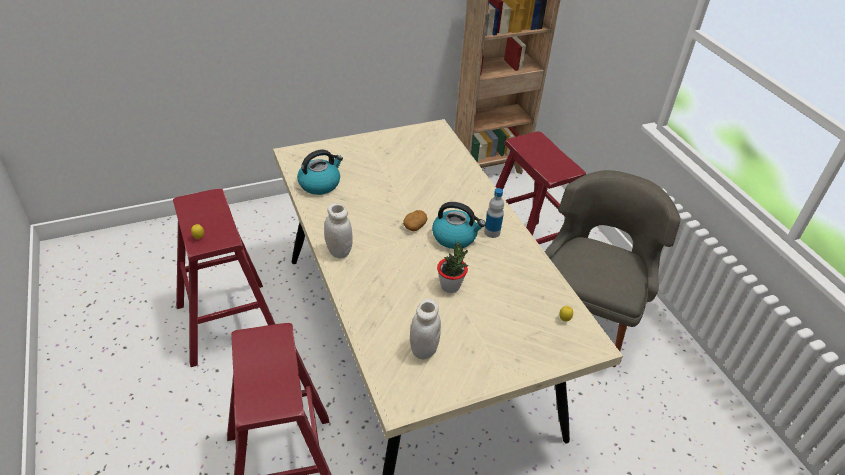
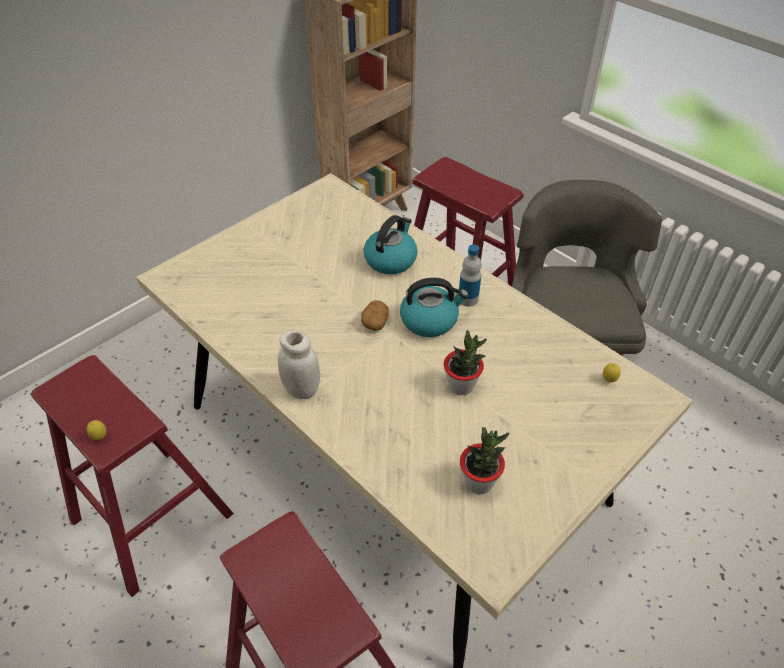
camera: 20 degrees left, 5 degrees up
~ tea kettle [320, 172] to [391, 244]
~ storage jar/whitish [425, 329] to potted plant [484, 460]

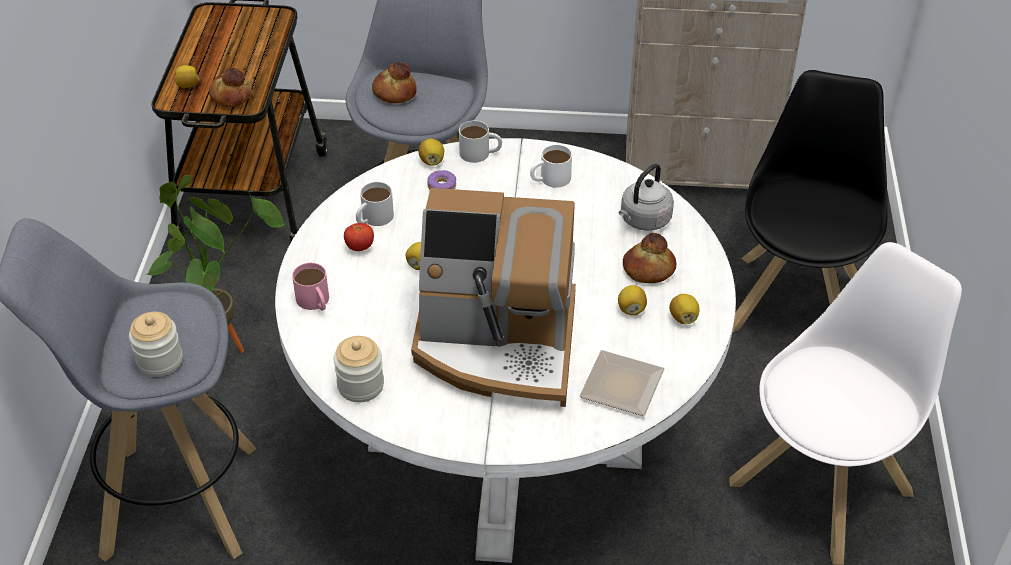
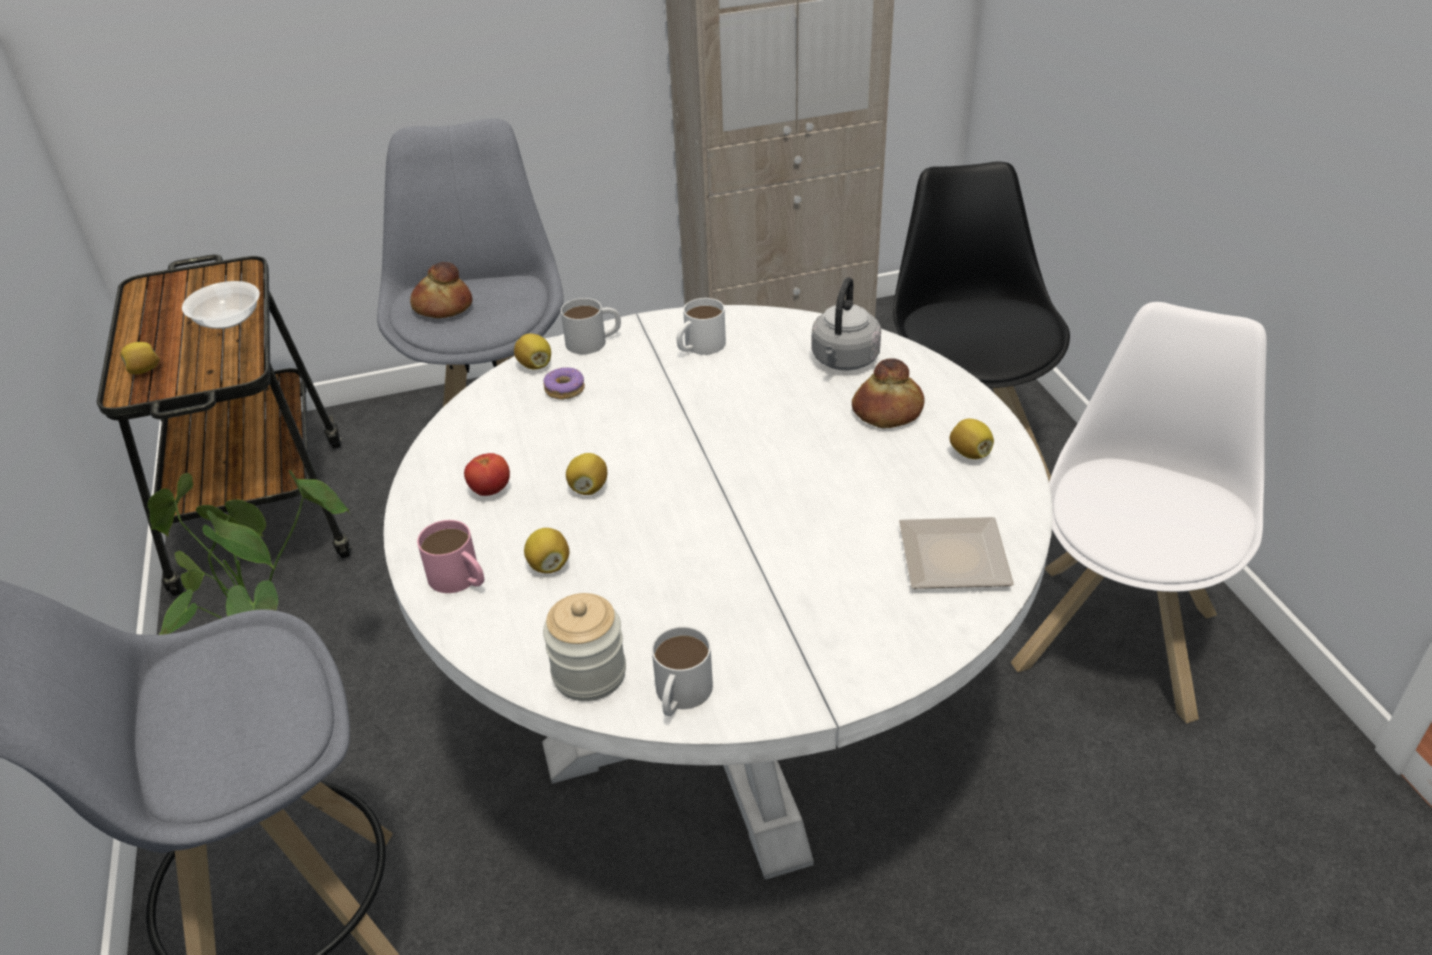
camera: 20 degrees left, 5 degrees down
- storage jar [156, 344]
- bakery bread [230, 87]
- coffee maker [493, 297]
+ deep dish [221, 305]
~ coffee mug/whitish [375, 204] to [682, 671]
~ whole lemon [632, 300] to [546, 550]

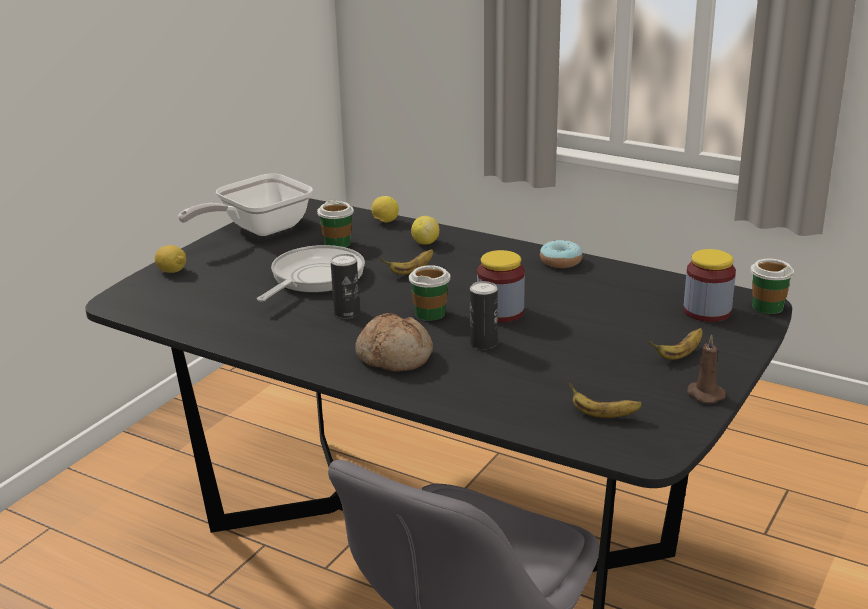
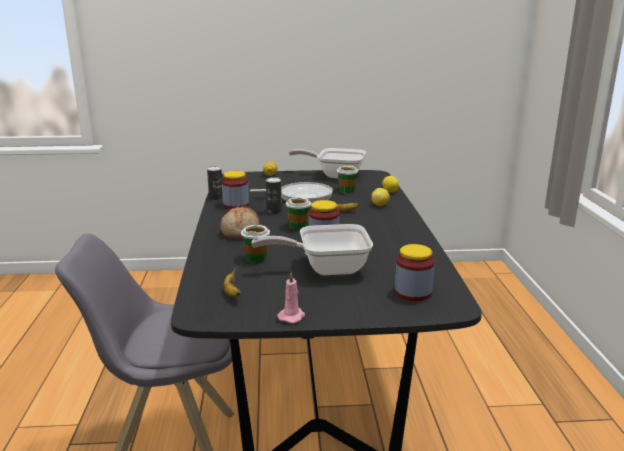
camera: 55 degrees right, 5 degrees down
- donut [561, 254]
- whole banana [675, 344]
+ storage jar [235, 190]
+ frying pan [312, 249]
~ metal can [484, 315] to [215, 183]
~ small cup [772, 286] to [255, 244]
~ wax candle/brownish [706, 368] to wax candle/pink [291, 297]

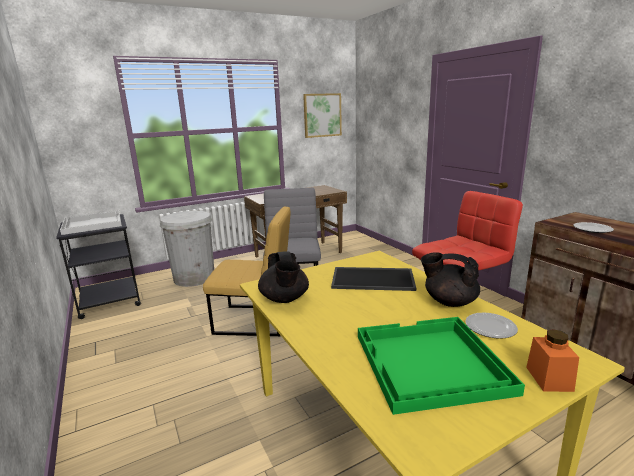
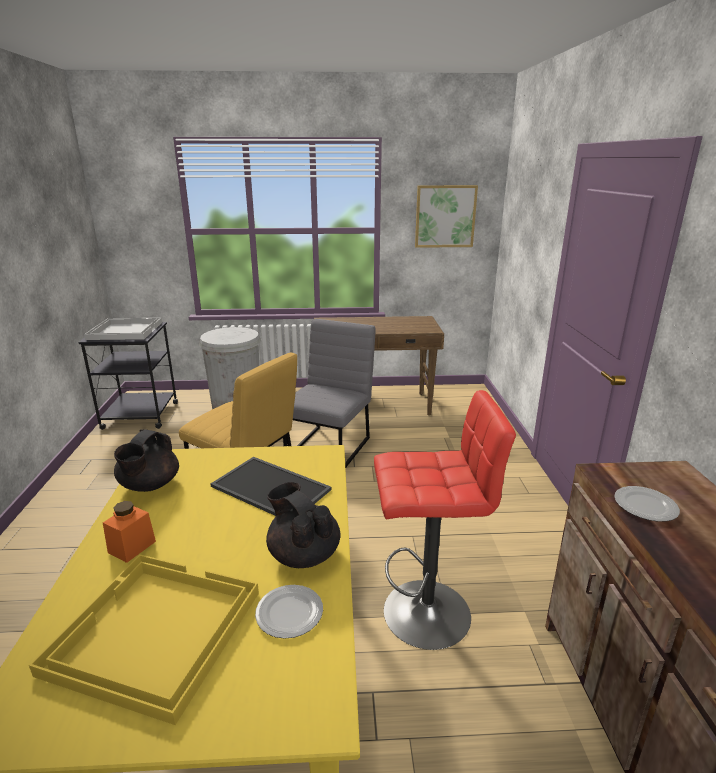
camera: 25 degrees right, 5 degrees up
~ storage jar/orange-coloured [552, 360] to [129, 532]
~ carrying tray/green [441, 366] to carrying tray/yellow-coloured [144, 639]

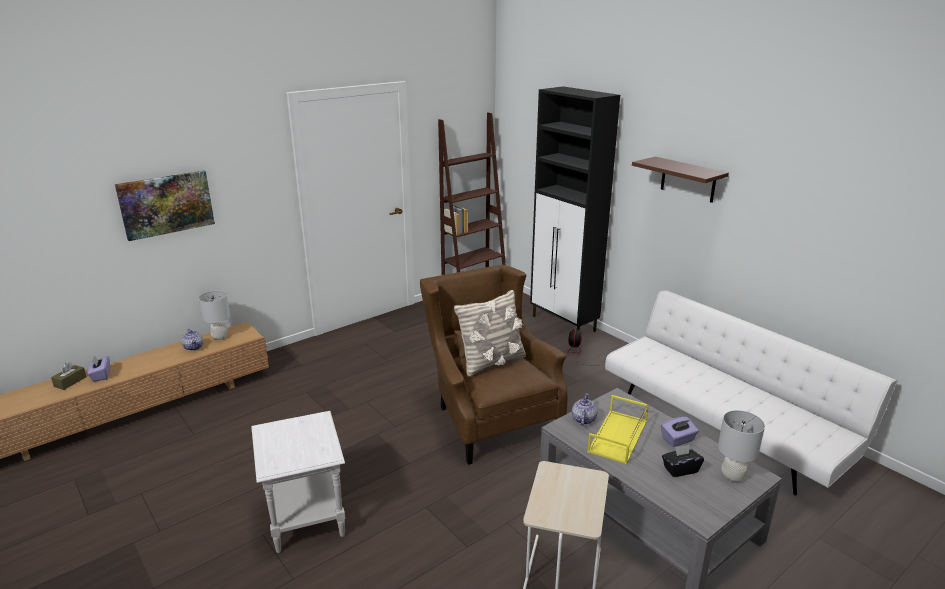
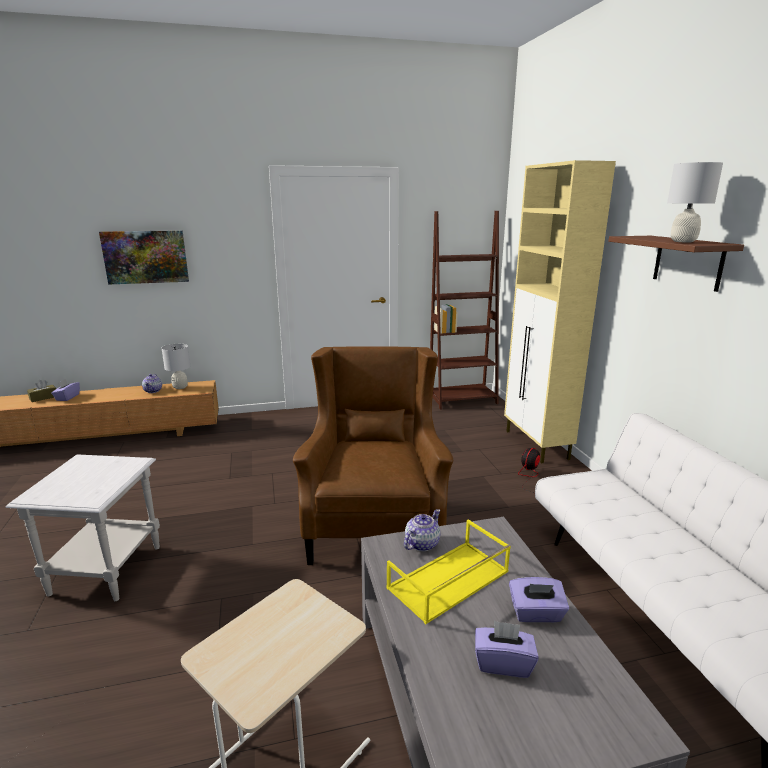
camera: 25 degrees right, 5 degrees down
- throw pillow/beige [490, 333]
~ table lamp/greyish [741, 446] to [695, 202]
~ cabinet/black [575, 209] to cabinet/beige [560, 312]
~ box of tissues/black [683, 461] to box of tissues/purple-coloured [506, 649]

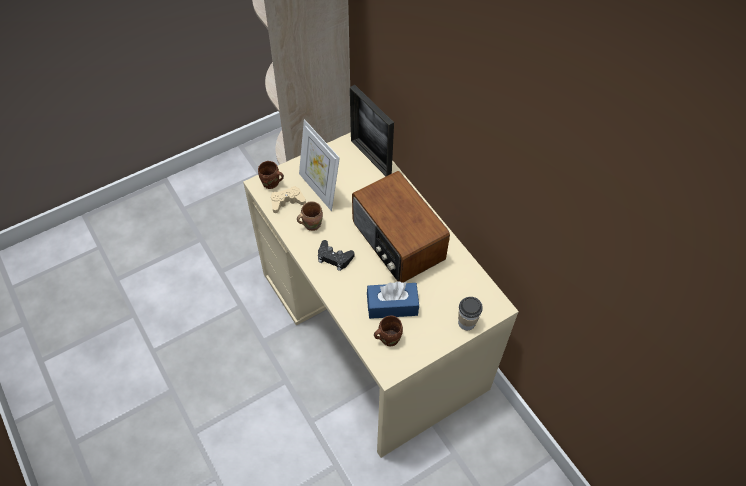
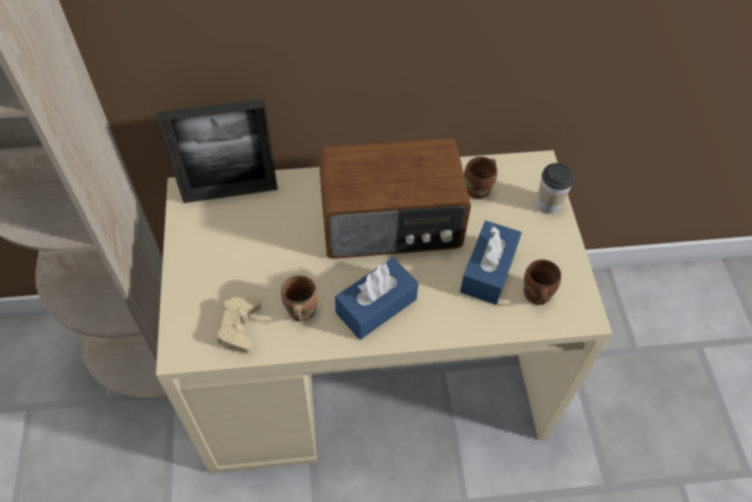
camera: 65 degrees left, 0 degrees up
- standing frame [319, 165]
~ coffee mug/brownish [271, 175] to [480, 178]
~ game controller/black [336, 255] to box of tissues/bluish [377, 298]

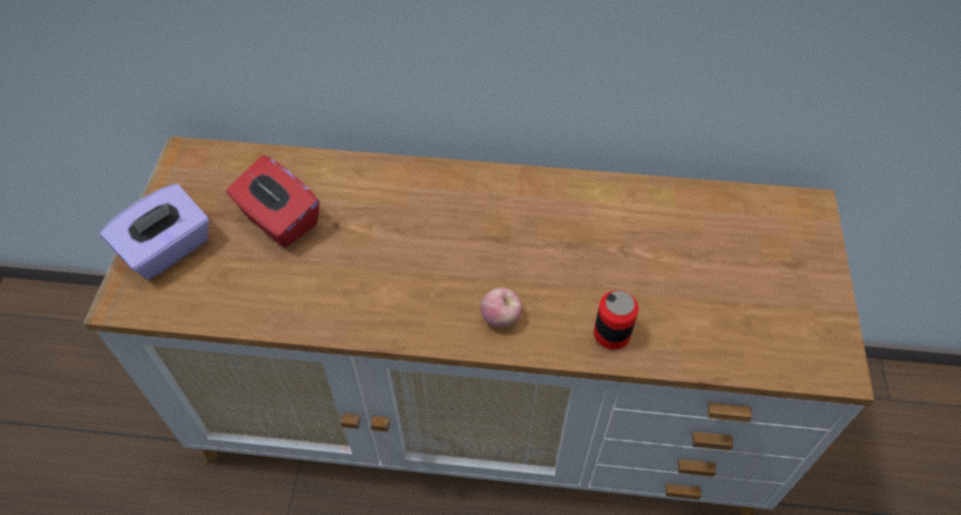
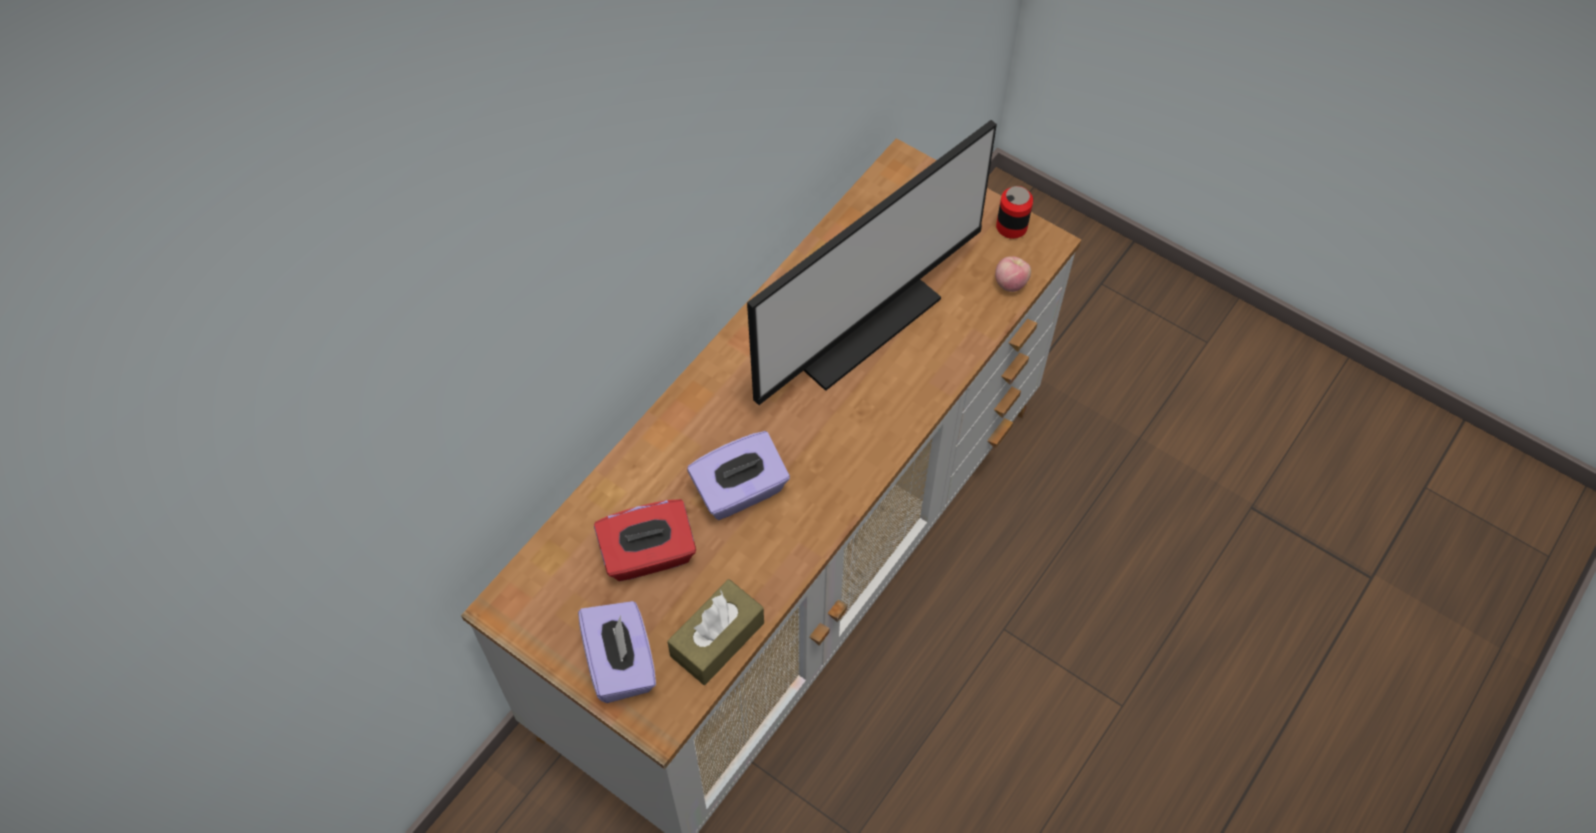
camera: 60 degrees left, 5 degrees up
+ box of tissues/brownish [715, 632]
+ box of tissues/purple-coloured [738, 475]
+ monitor [872, 262]
~ apple fruit [501, 307] to [1013, 274]
~ metal can [616, 320] to [1014, 212]

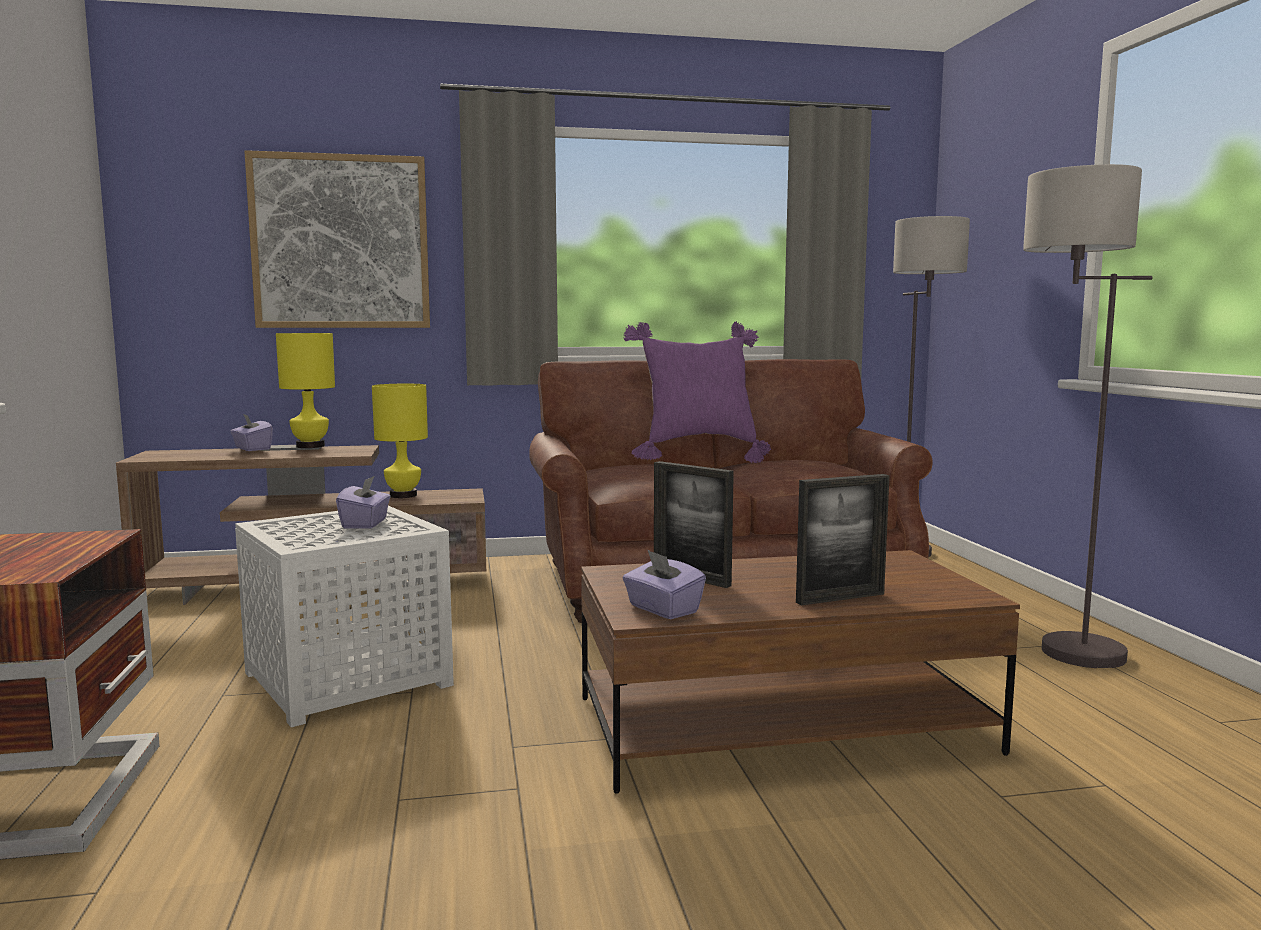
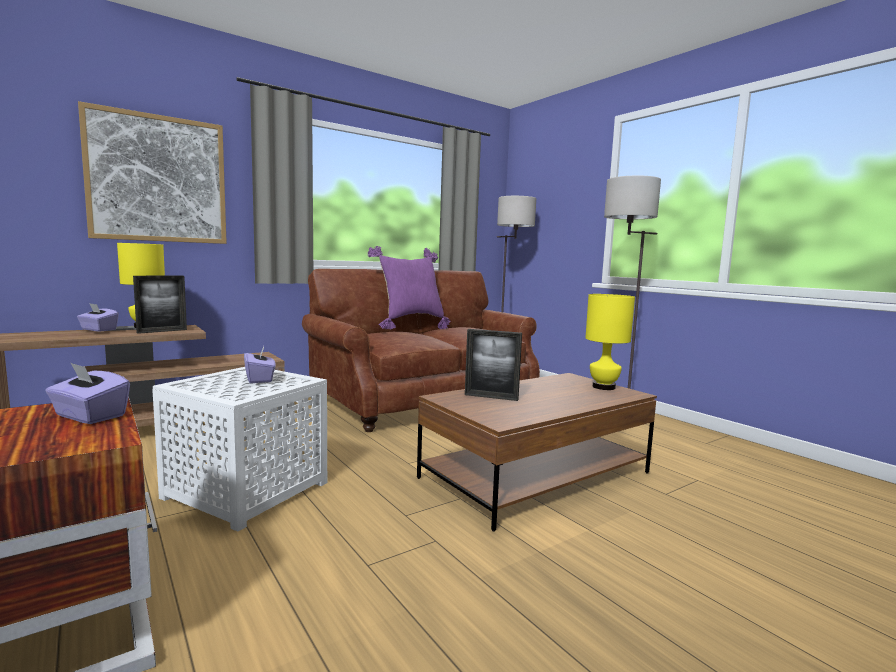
camera: 25 degrees left, 0 degrees up
~ table lamp/yellow-coloured [400, 441] to [610, 342]
~ box of tissues/purple-coloured [664, 584] to [87, 393]
~ standing frame [843, 539] to [160, 305]

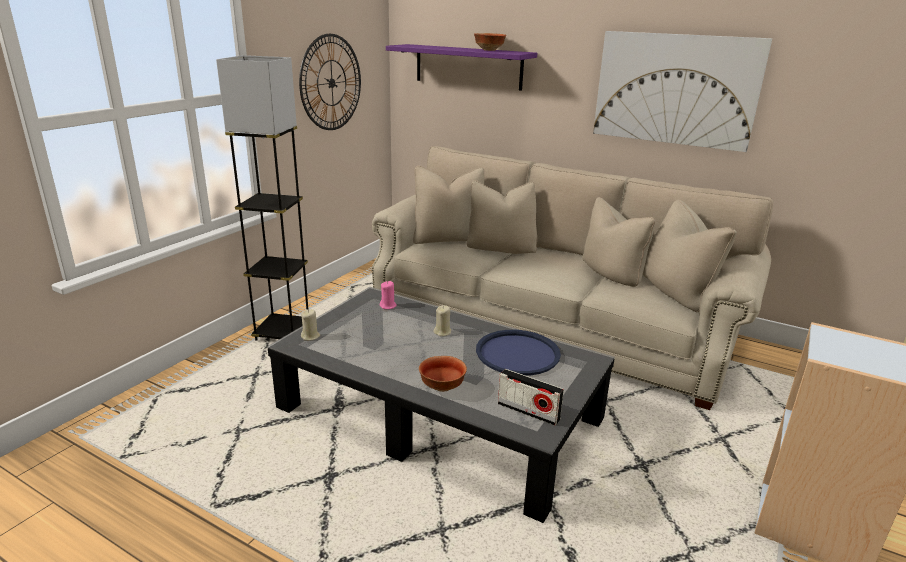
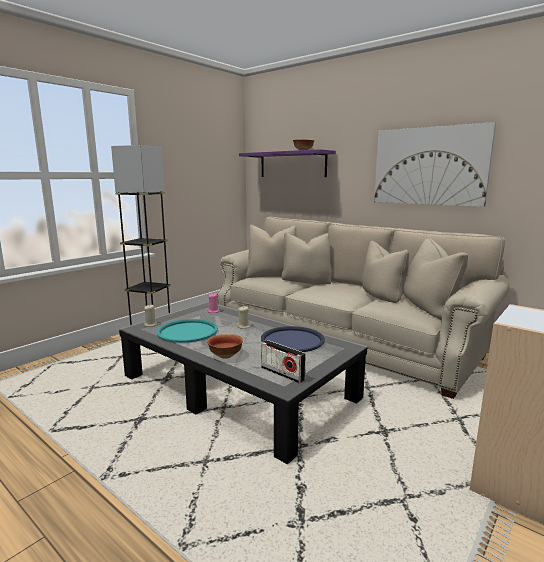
camera: 10 degrees right, 10 degrees down
- wall clock [330, 82]
+ carrying tray/turquoise [187, 331]

